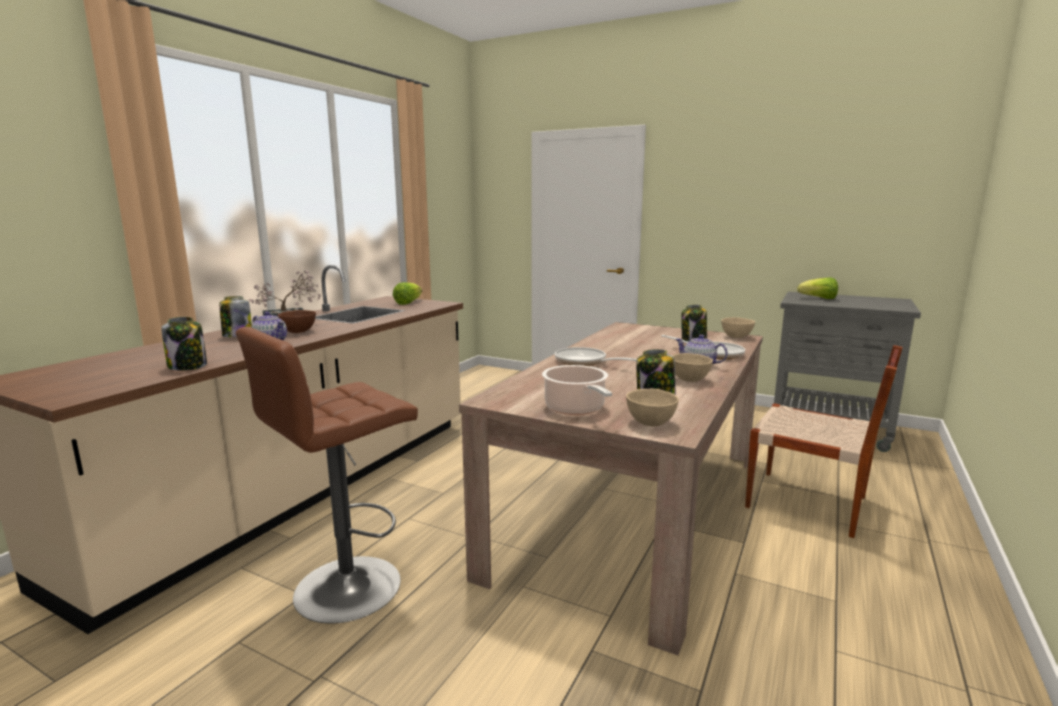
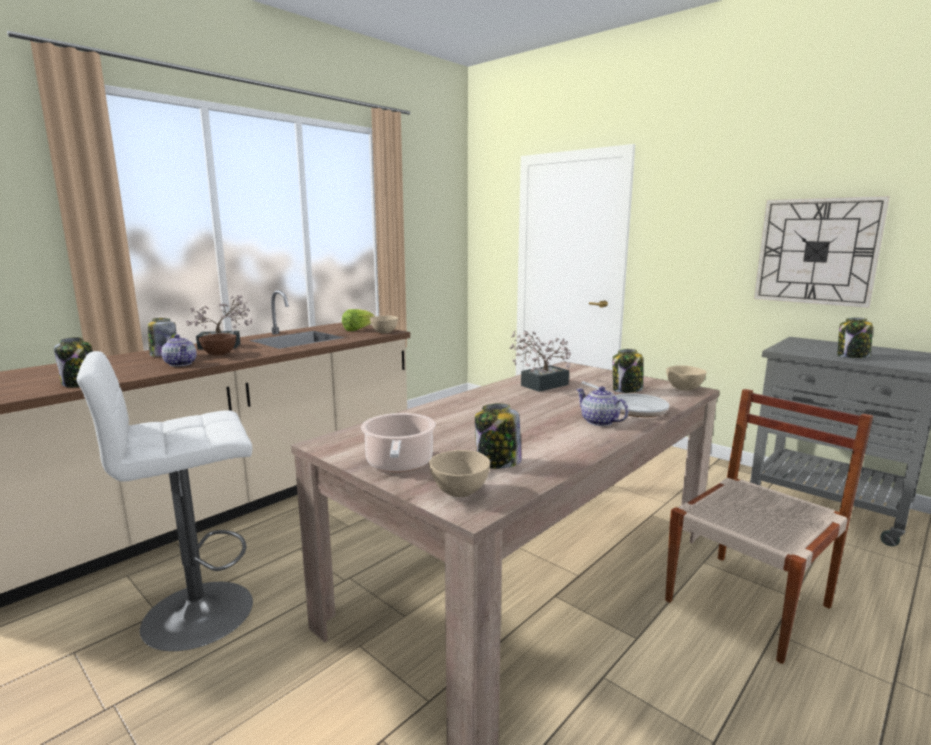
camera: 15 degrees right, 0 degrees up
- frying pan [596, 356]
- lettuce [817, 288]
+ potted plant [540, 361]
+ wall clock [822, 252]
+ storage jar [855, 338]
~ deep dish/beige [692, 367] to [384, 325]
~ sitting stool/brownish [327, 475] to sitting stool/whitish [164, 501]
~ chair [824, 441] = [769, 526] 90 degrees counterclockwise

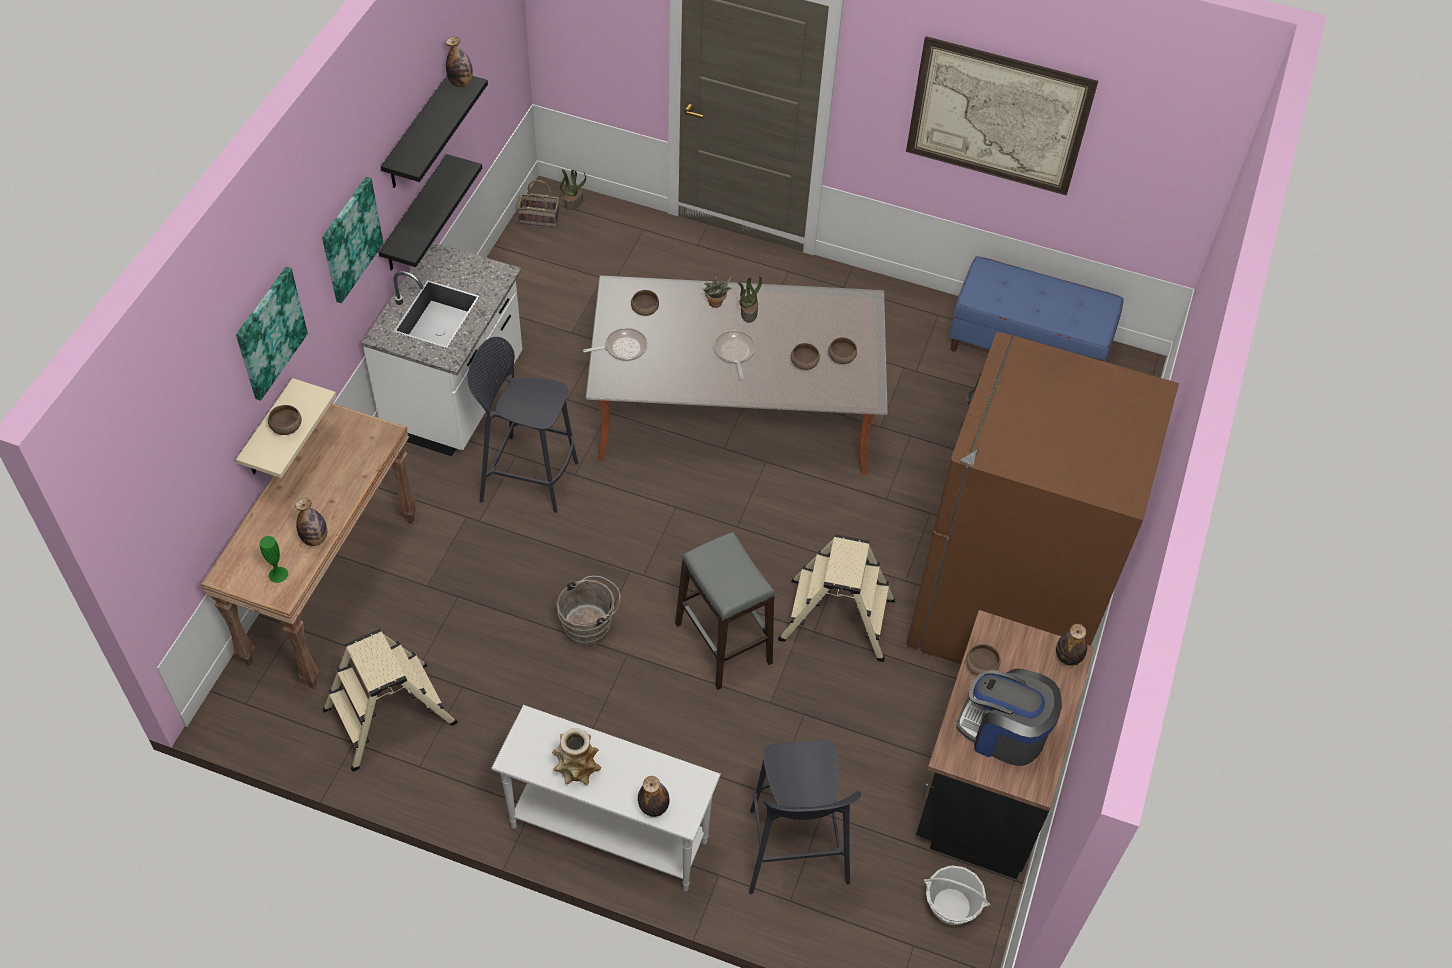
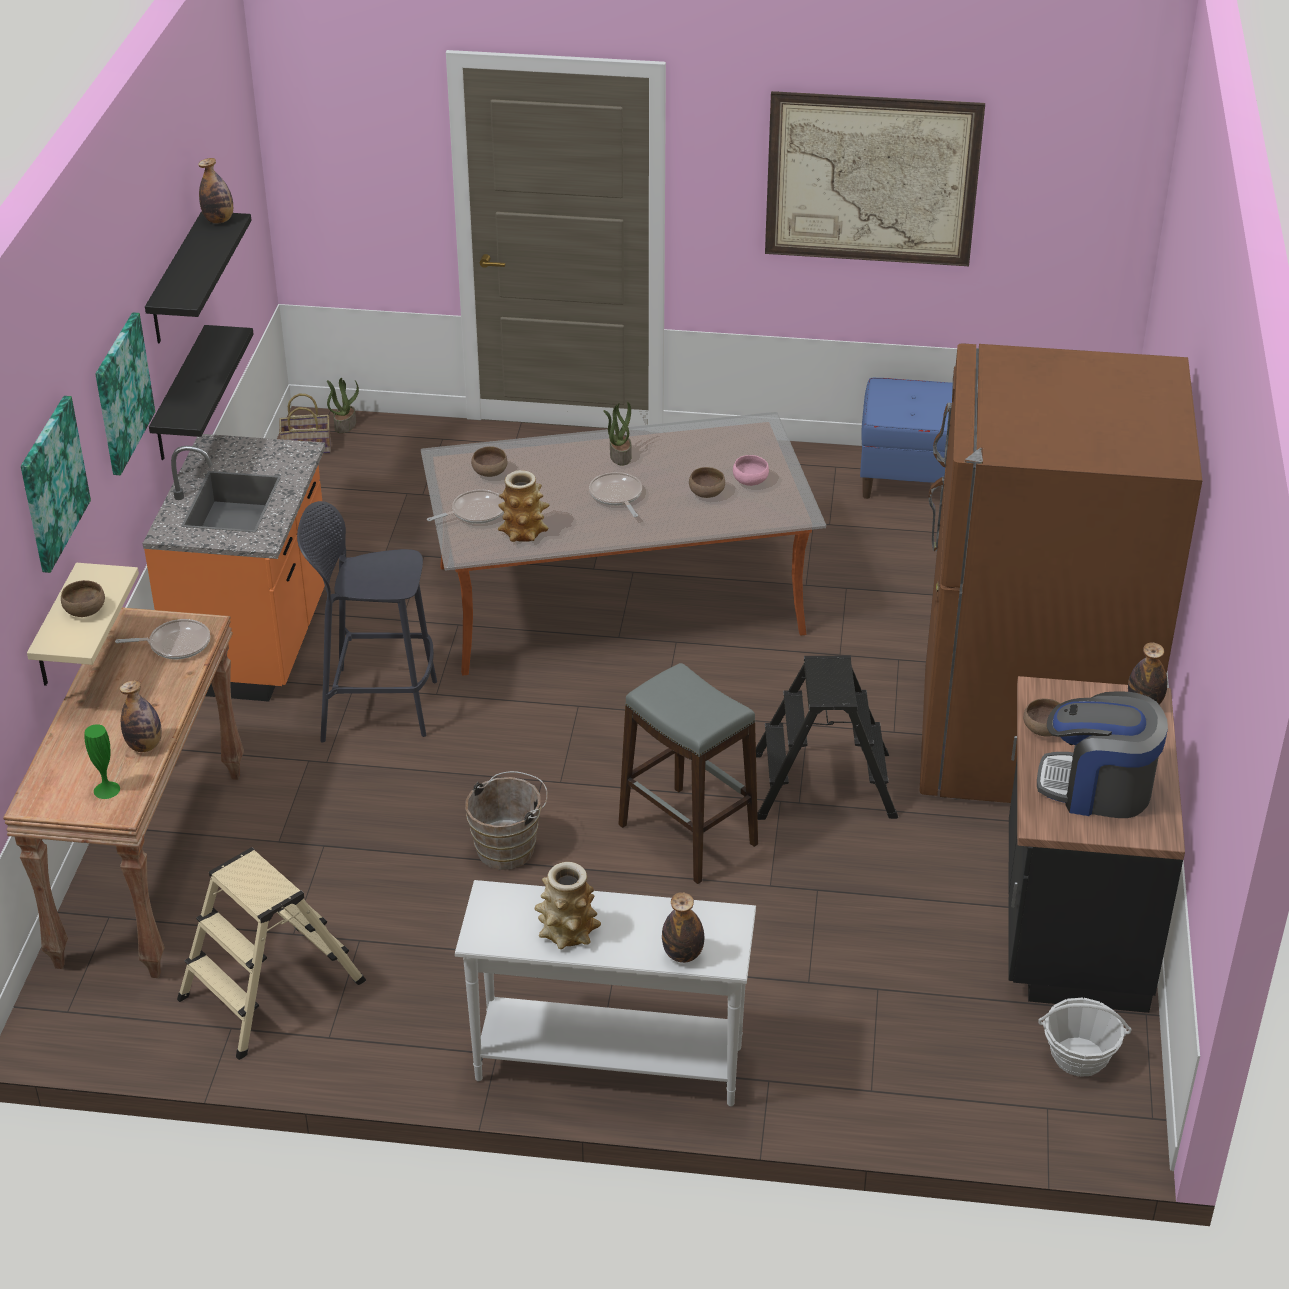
camera: 10 degrees left, 15 degrees down
- potted plant [717, 292]
- sitting stool/greyish [805, 817]
+ frying pan [162, 639]
+ flower vase [523, 506]
~ kitchen base unit/whitish [442, 349] to kitchen base unit/orange-coloured [233, 568]
~ step stool/beige [836, 598] to step stool/black [827, 737]
~ deep dish/brownish [842, 350] to deep dish/pink [751, 470]

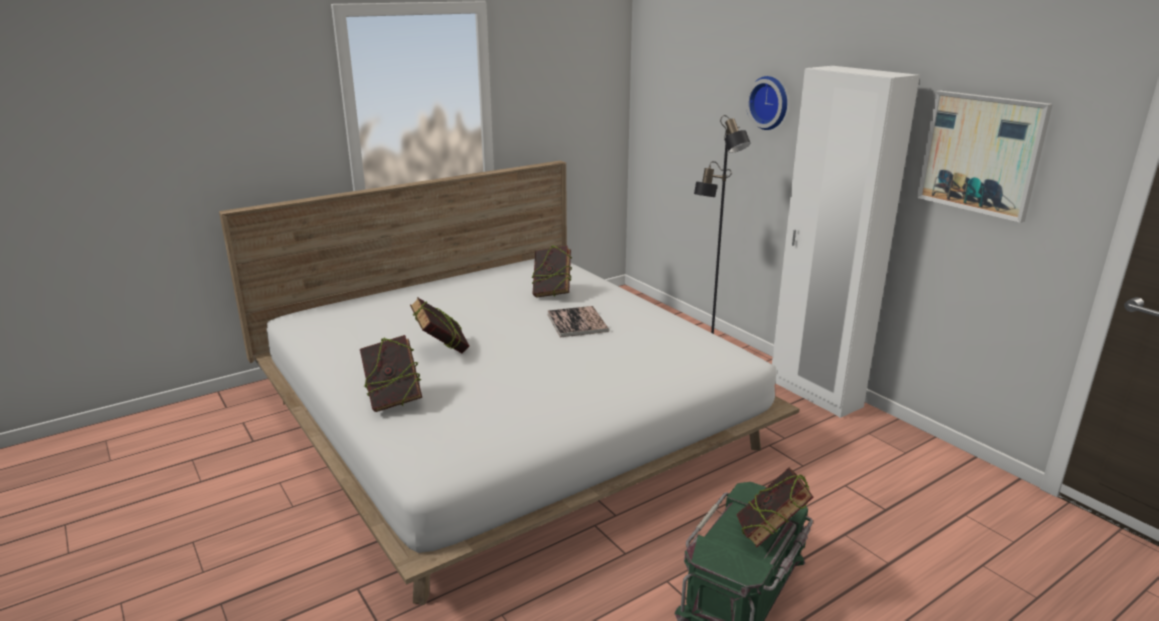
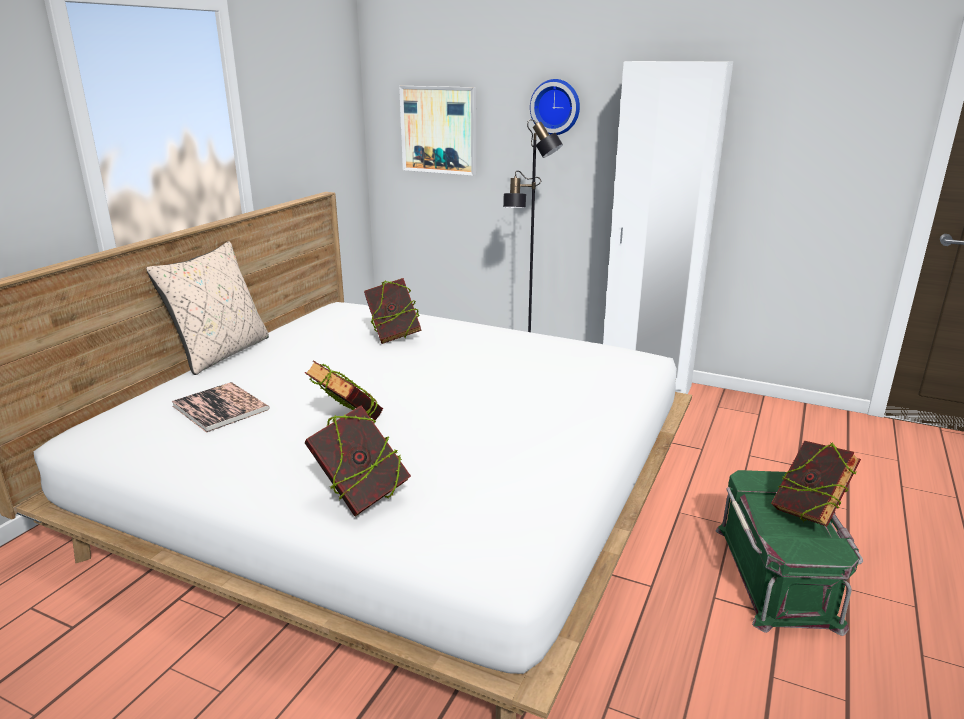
camera: 30 degrees left, 0 degrees up
+ throw pillow/beige [207, 308]
~ volume [578, 321] to [220, 407]
~ wall picture [985, 157] to [437, 131]

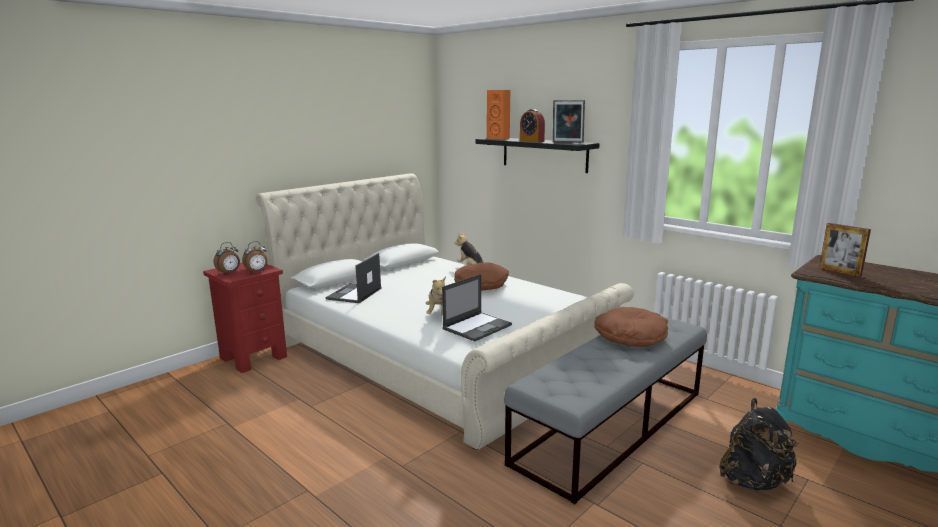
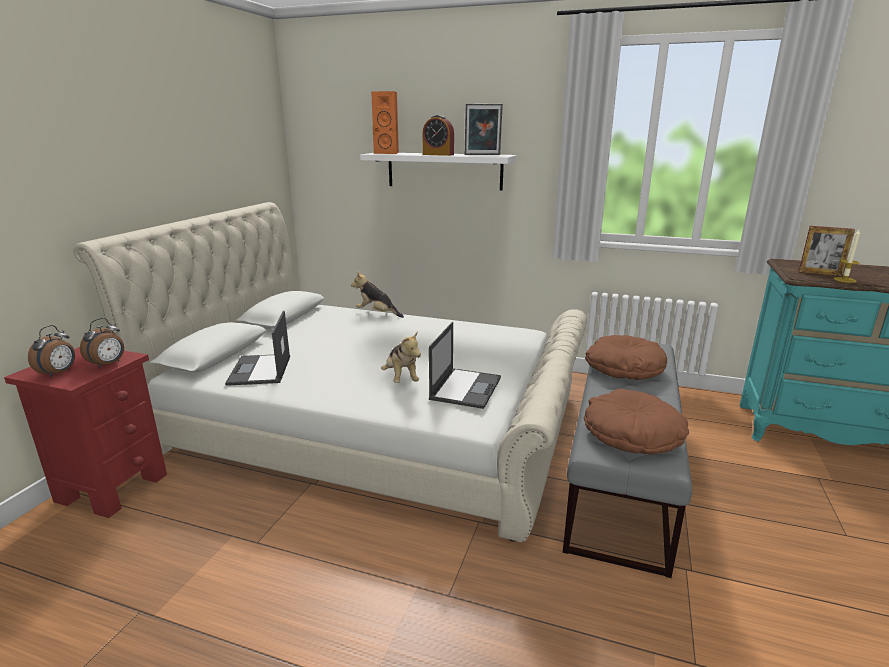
camera: 25 degrees left, 5 degrees up
- knapsack/black [759, 444]
+ wax candle [846, 256]
~ throw pillow/brownish [481, 276] to [636, 421]
~ shelf/black [537, 155] to shelf/whitish [438, 172]

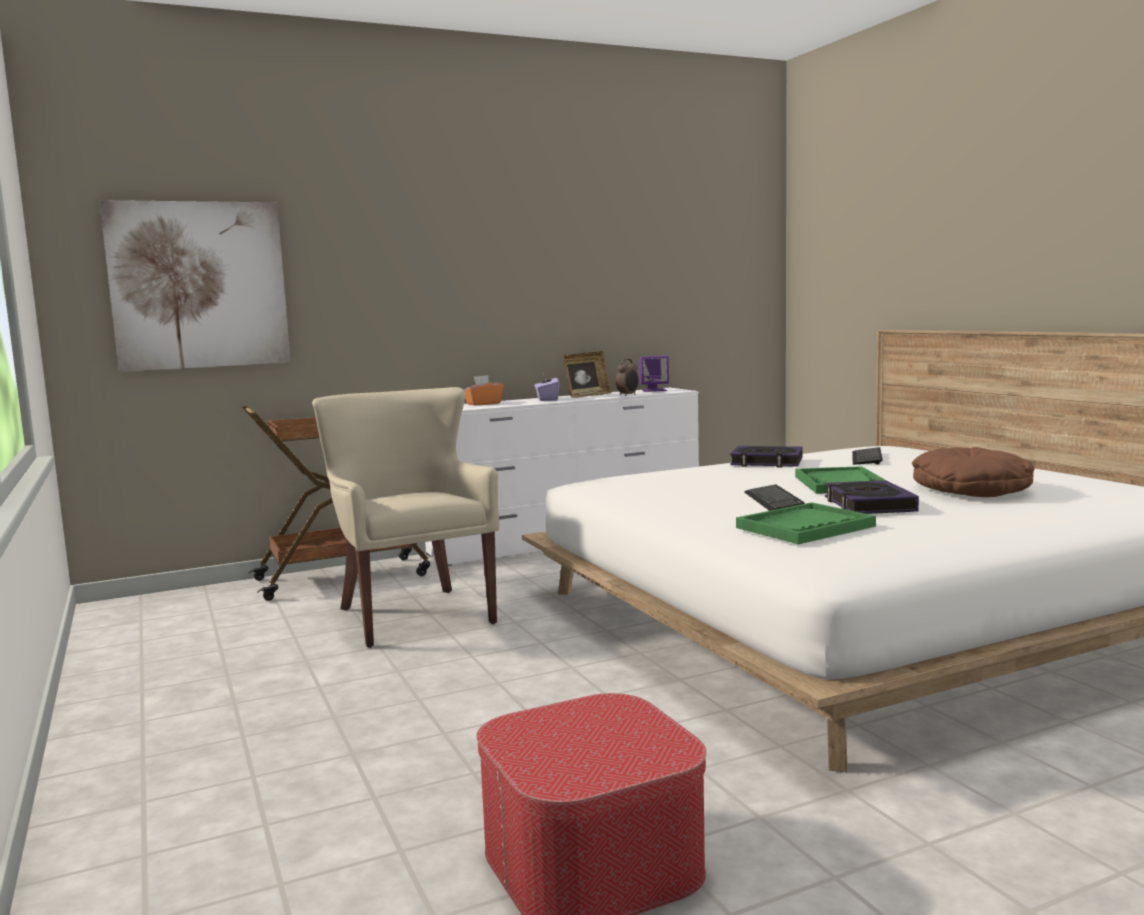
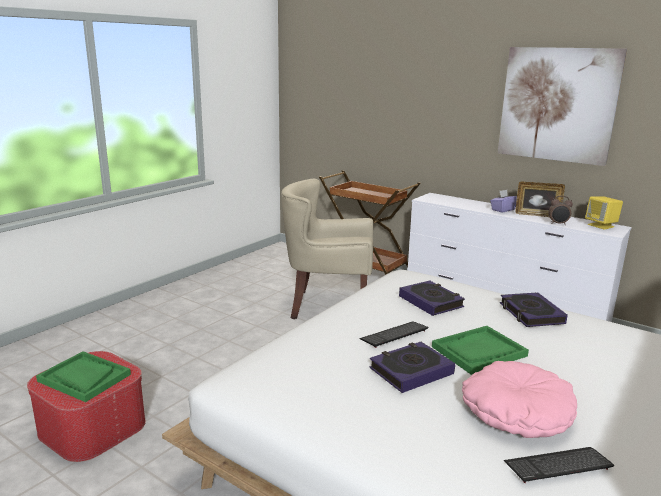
camera: 60 degrees right, 10 degrees up
- box of tissues/orange-coloured [484, 390]
+ volume [432, 298]
~ wall picture [195, 286] to [562, 106]
~ carrying tray/green [806, 523] to [83, 376]
~ keyboard [867, 456] to [559, 465]
~ audio speaker/purple-coloured [654, 374] to audio speaker/yellow-coloured [604, 213]
~ throw pillow/brownish [973, 472] to throw pillow/pink [519, 399]
~ lounge chair/beige [405, 517] = [327, 249] 120 degrees counterclockwise

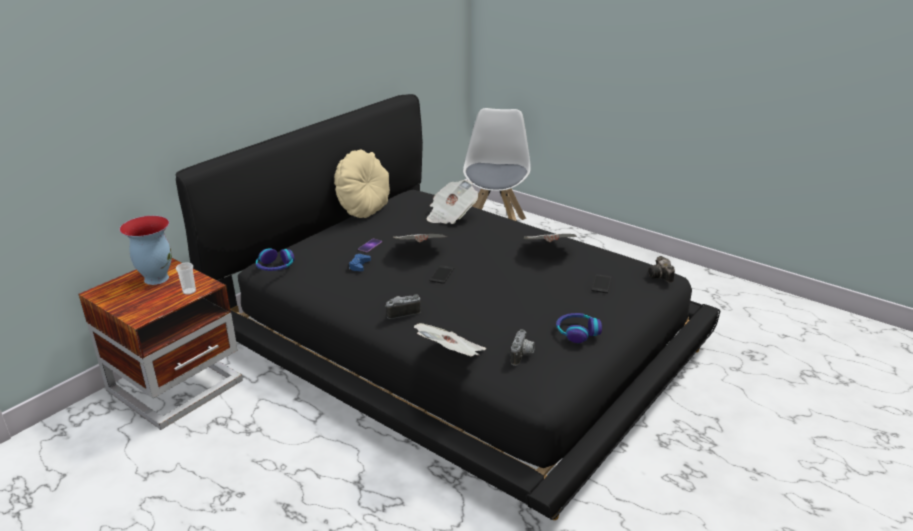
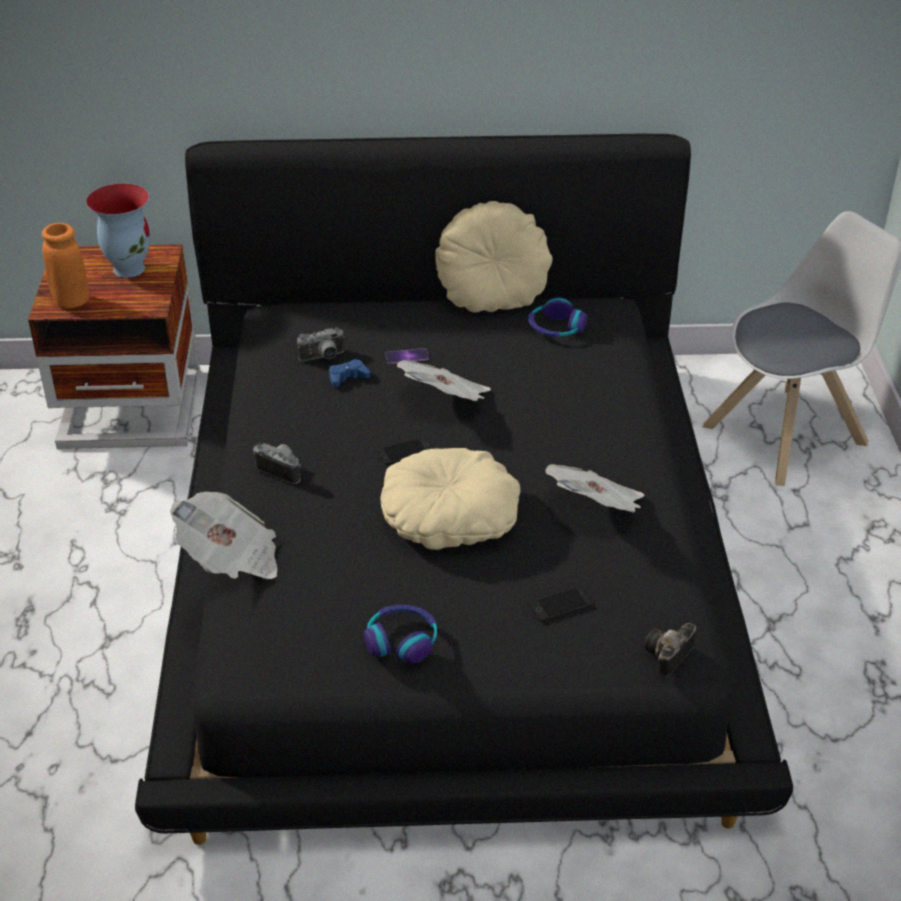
camera: 50 degrees right, 10 degrees up
- small cup [186, 278]
- newspaper [452, 202]
+ flower vase/orange-coloured [65, 265]
+ throw pillow/beige [450, 499]
~ headphones [275, 259] to [558, 317]
~ still camera [523, 347] to [321, 344]

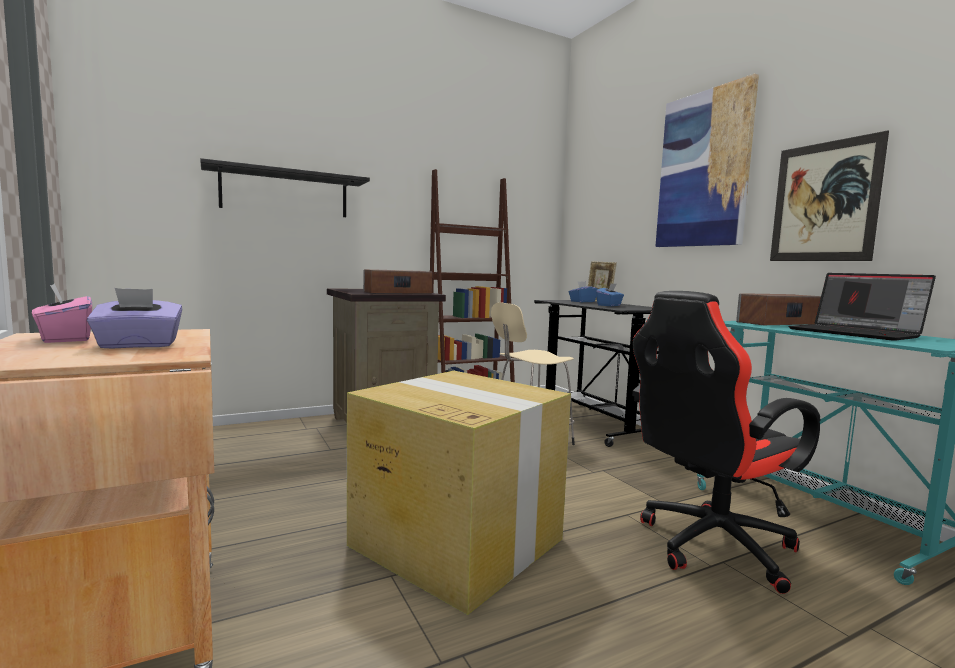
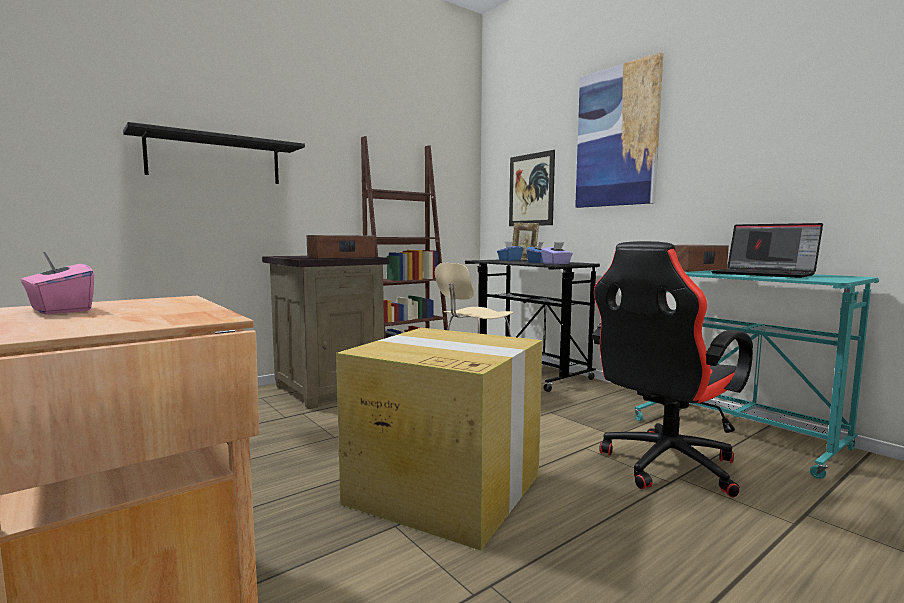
camera: 10 degrees left, 0 degrees up
~ box of tissues/purple-coloured [134, 318] to [557, 253]
~ wall picture [829, 196] to [532, 188]

